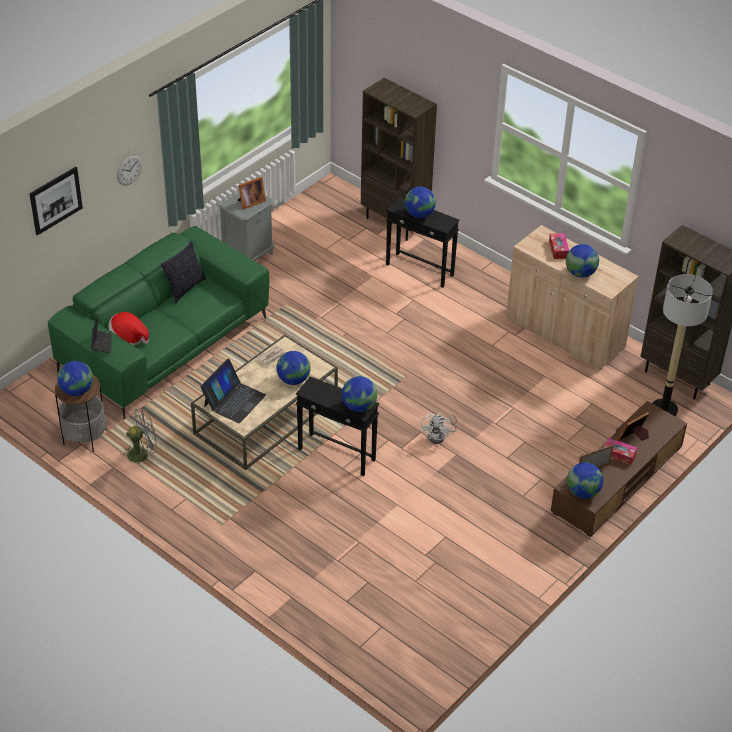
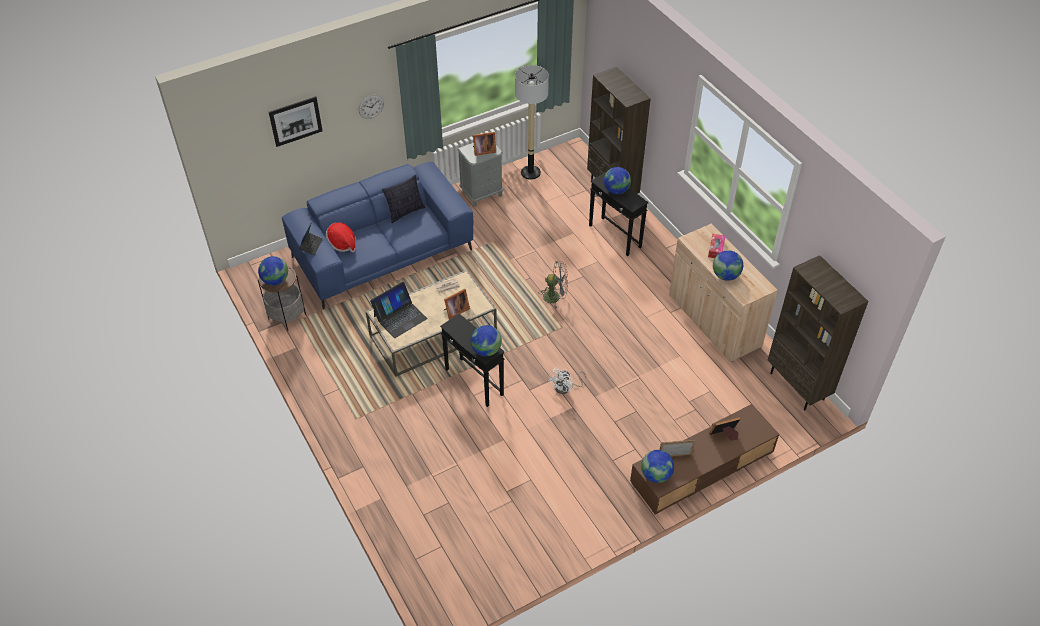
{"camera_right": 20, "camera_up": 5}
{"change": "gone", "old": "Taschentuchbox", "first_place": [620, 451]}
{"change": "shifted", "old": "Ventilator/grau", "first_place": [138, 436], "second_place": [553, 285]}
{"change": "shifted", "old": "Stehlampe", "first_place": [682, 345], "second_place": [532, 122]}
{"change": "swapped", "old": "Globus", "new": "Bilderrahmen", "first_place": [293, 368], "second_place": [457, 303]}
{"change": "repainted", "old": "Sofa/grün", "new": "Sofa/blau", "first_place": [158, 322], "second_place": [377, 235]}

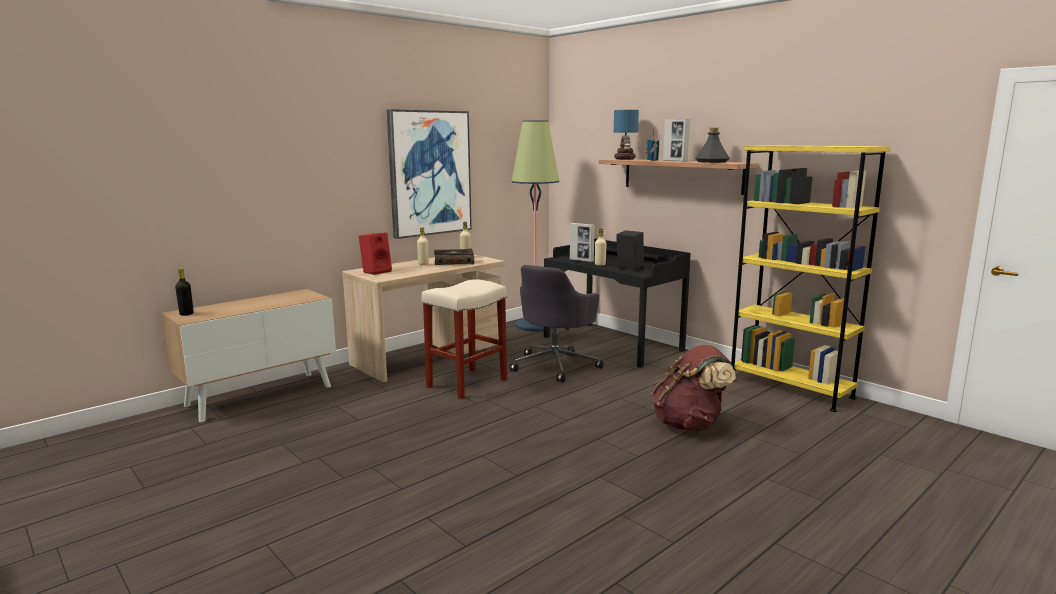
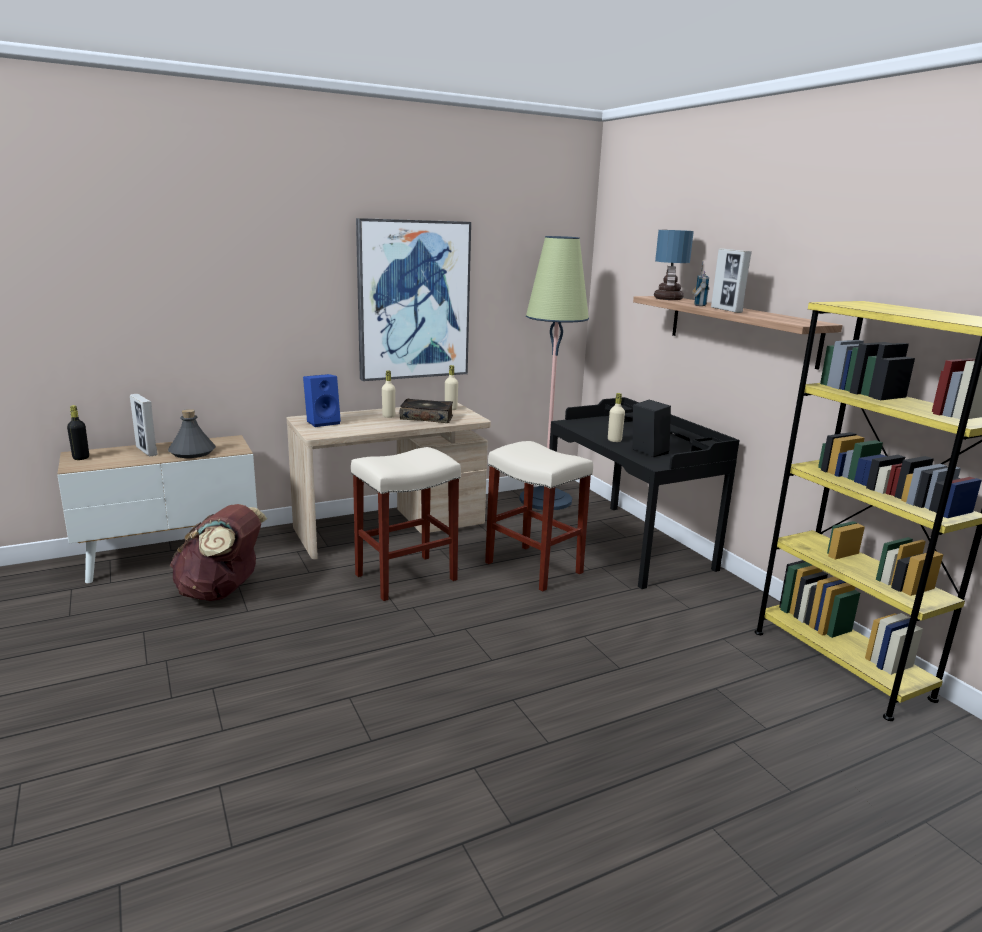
{"camera_right": 15, "camera_up": 5}
{"change": "shifted", "old": "Bilderrahmen", "first_place": [582, 242], "second_place": [143, 425]}
{"change": "shifted", "old": "Rucksack/braun", "first_place": [693, 388], "second_place": [218, 552]}
{"change": "shifted", "old": "Flasche/grau", "first_place": [712, 145], "second_place": [192, 433]}
{"change": "swapped", "old": "Bürostuhl/grau", "new": "Hocker/beige", "first_place": [557, 323], "second_place": [539, 516]}
{"change": "repainted", "old": "Lautsprecher/rot", "new": "Lautsprecher/blau", "first_place": [375, 254], "second_place": [322, 400]}

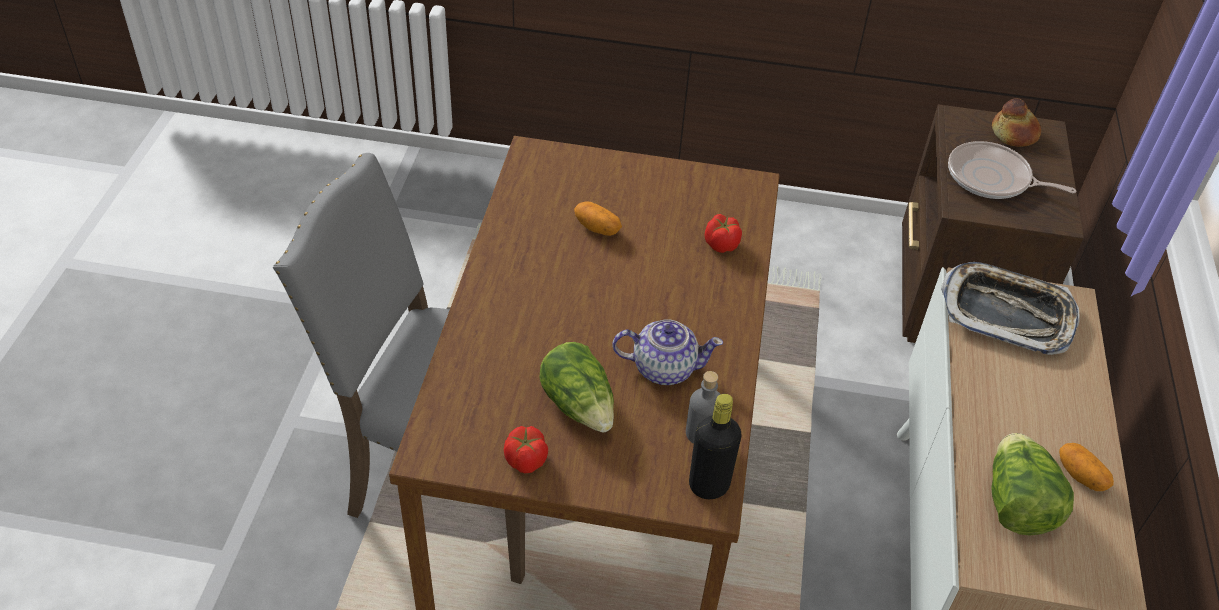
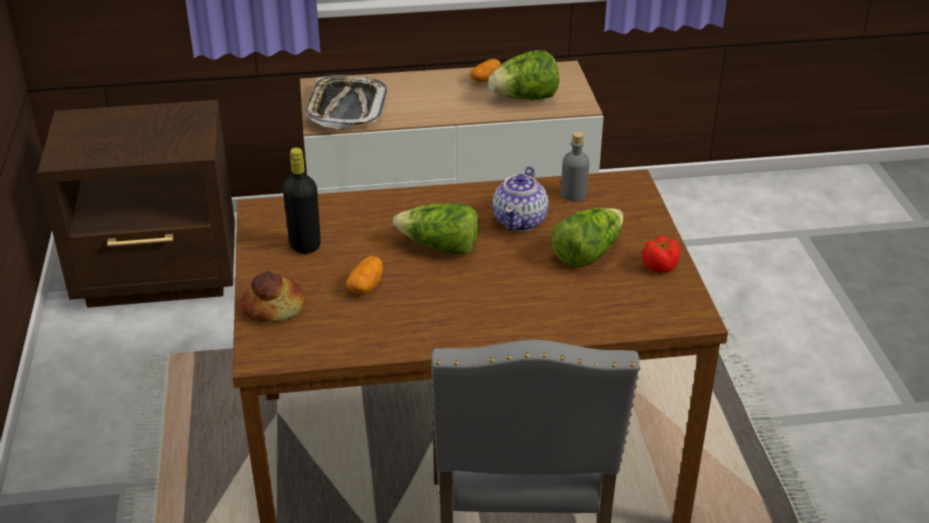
{"camera_right": -105, "camera_up": -10}
{"change": "gone", "old": "Tomate", "first_place": [723, 233]}
{"change": "gone", "old": "Pfanne", "first_place": [1012, 170]}
{"change": "new", "new": "Salatkopf", "second_place": [436, 229]}
{"change": "shifted", "old": "Flasche/schwarz", "first_place": [715, 446], "second_place": [302, 201]}
{"change": "shifted", "old": "Brot", "first_place": [1016, 122], "second_place": [273, 297]}
{"change": "rotated", "old": "Teekanne", "first_place": [667, 352], "second_place": [520, 198], "degrees": -150}

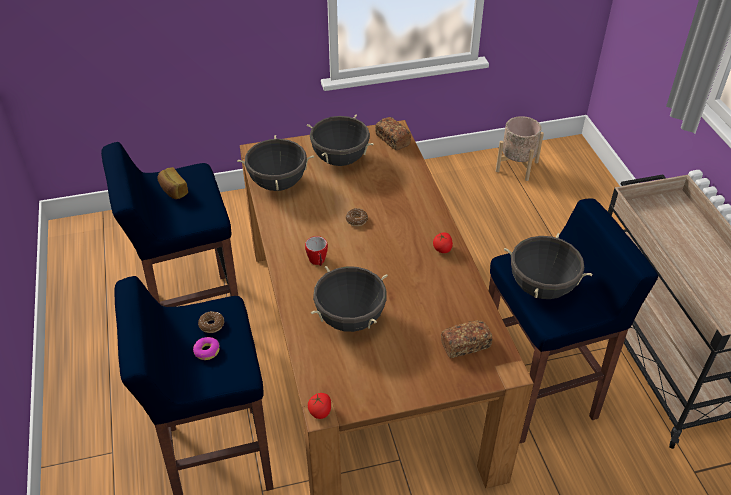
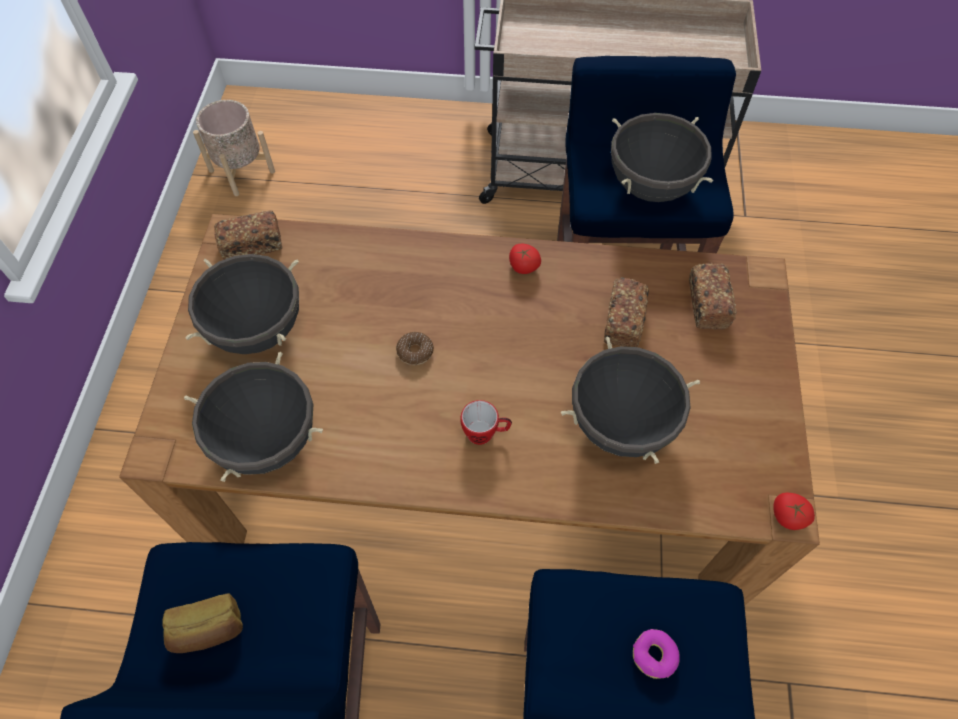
{"camera_right": -70, "camera_up": 15}
{"change": "gone", "old": "Donut", "first_place": [211, 322]}
{"change": "new", "new": "Brot", "second_place": [626, 312]}

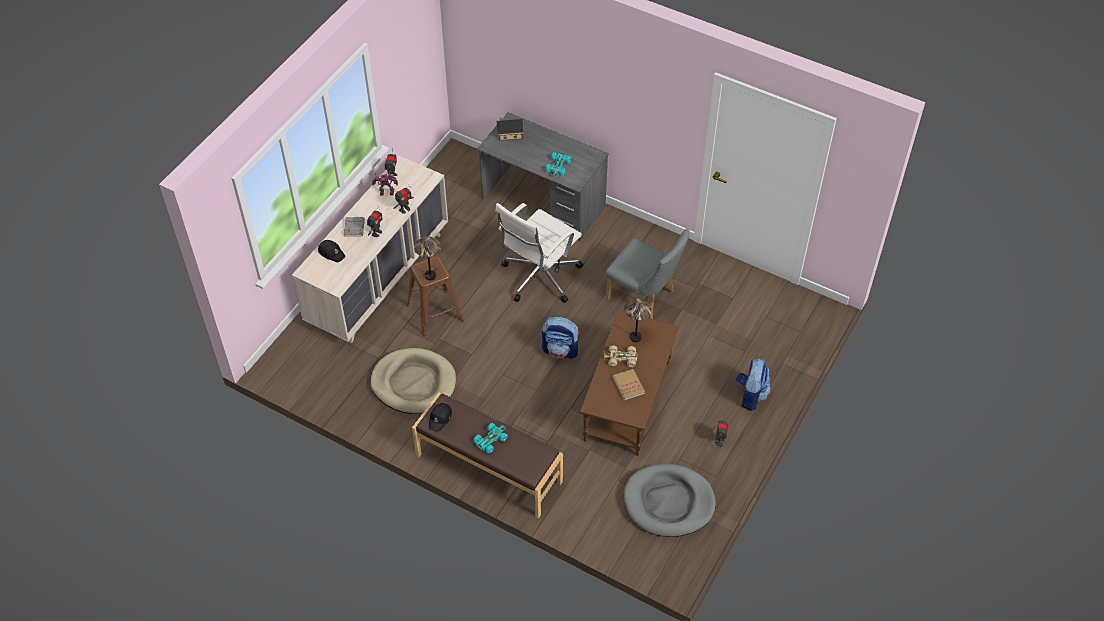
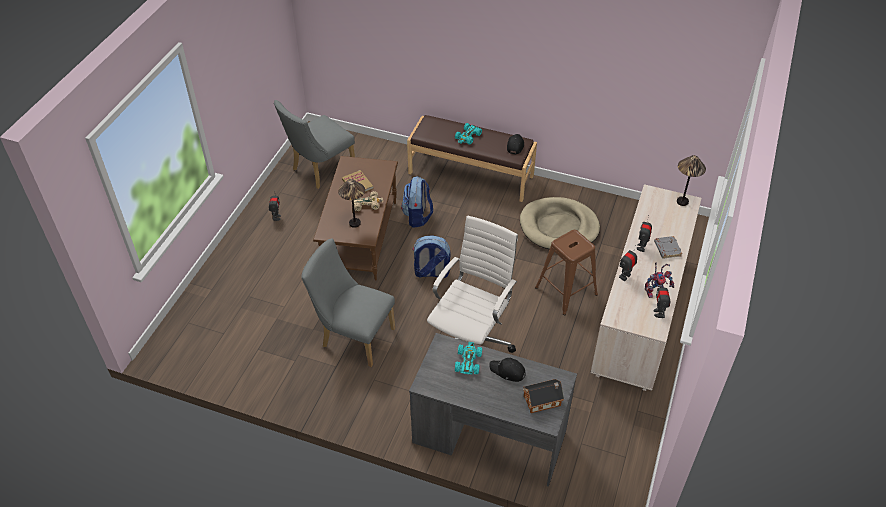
{"camera_right": 170, "camera_up": -5}
{"change": "shifted", "old": "Kappe/schwarz", "first_place": [332, 251], "second_place": [507, 370]}
{"change": "shifted", "old": "Tischlampe", "first_place": [427, 258], "second_place": [691, 180]}
{"change": "shifted", "old": "Rucksack", "first_place": [753, 385], "second_place": [417, 202]}
{"change": "swapped", "old": "Hundebett/grau", "new": "Stuhl/grau", "first_place": [669, 500], "second_place": [314, 144]}

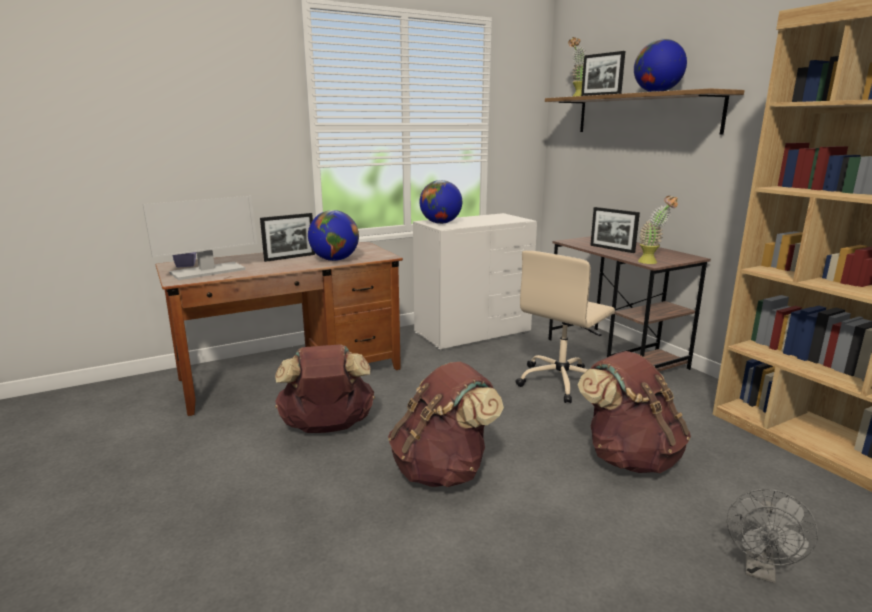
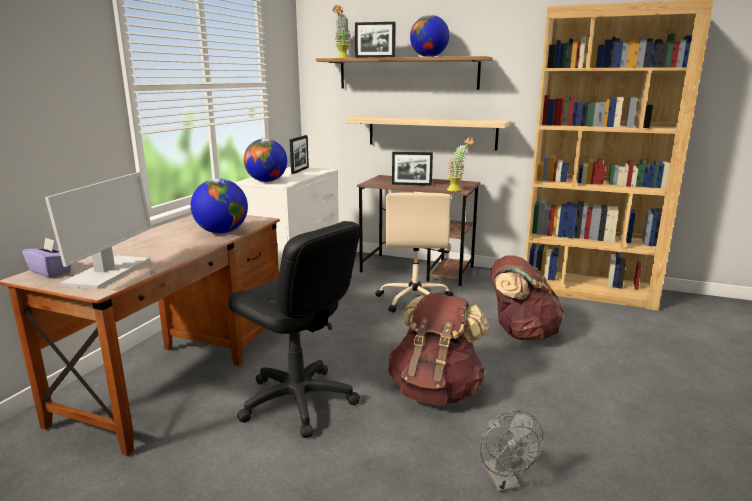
{"camera_right": -40, "camera_up": 0}
{"change": "new", "new": "Wandregal", "second_place": [429, 133]}
{"change": "shifted", "old": "Bilderrahmen", "first_place": [287, 237], "second_place": [299, 154]}
{"change": "shifted", "old": "Ventilator/grau", "first_place": [772, 536], "second_place": [512, 451]}
{"change": "swapped", "old": "Rucksack/braun", "new": "Bürostuhl/schwarz", "first_place": [325, 388], "second_place": [294, 329]}

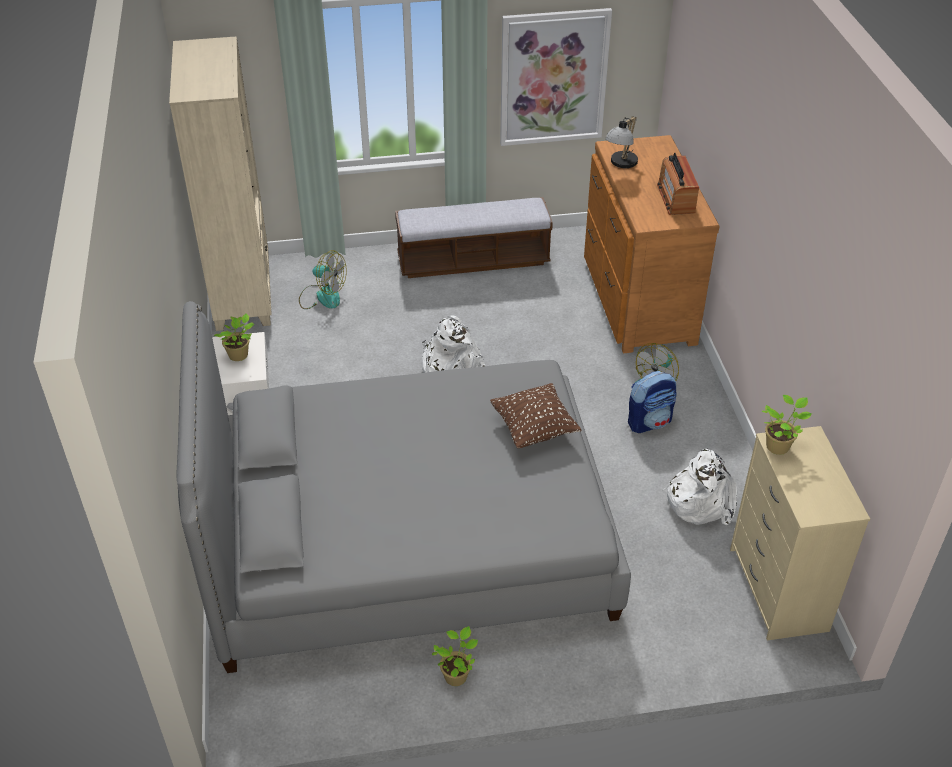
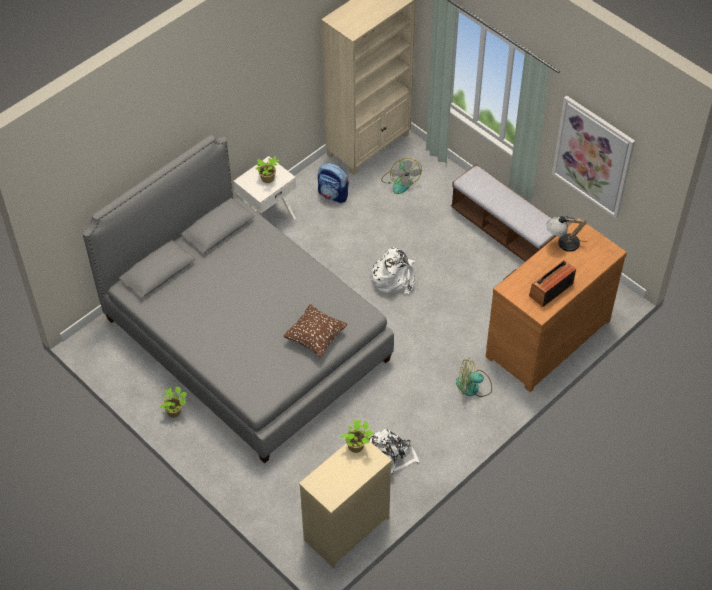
{"camera_right": 55, "camera_up": 10}
{"change": "shifted", "old": "Rucksack", "first_place": [652, 402], "second_place": [333, 183]}

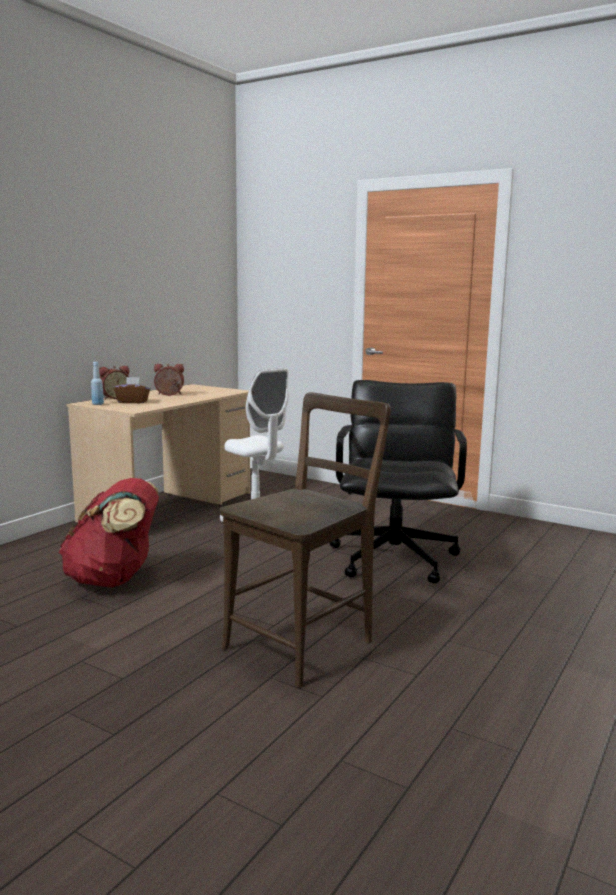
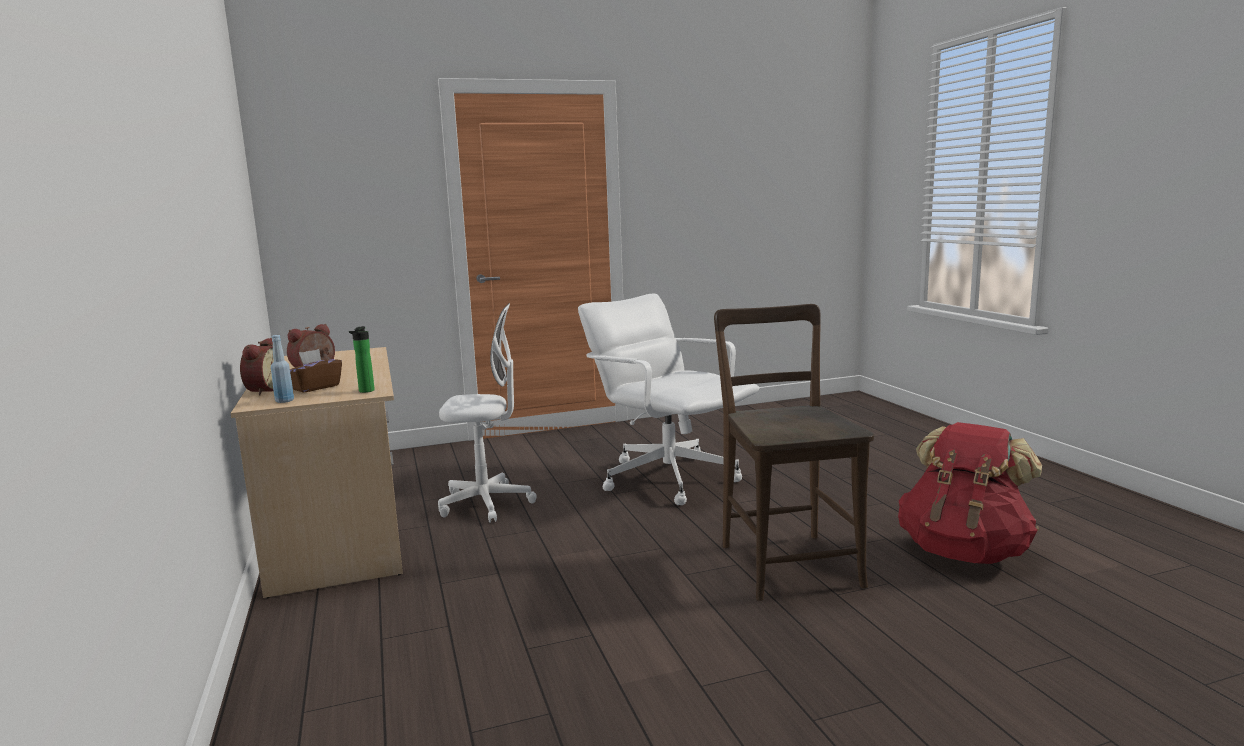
{"camera_right": -50, "camera_up": 0}
{"change": "new", "new": "Flasche", "second_place": [362, 359]}
{"change": "shifted", "old": "Rucksack/rot", "first_place": [109, 533], "second_place": [970, 493]}
{"change": "repainted", "old": "Bürostuhl/schwarz", "new": "Bürostuhl/weiß", "first_place": [398, 481], "second_place": [668, 399]}

